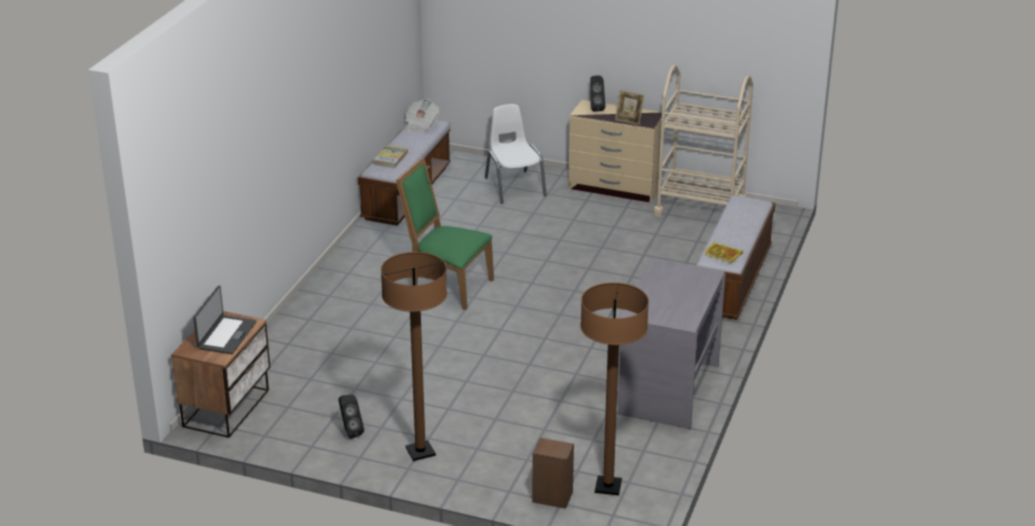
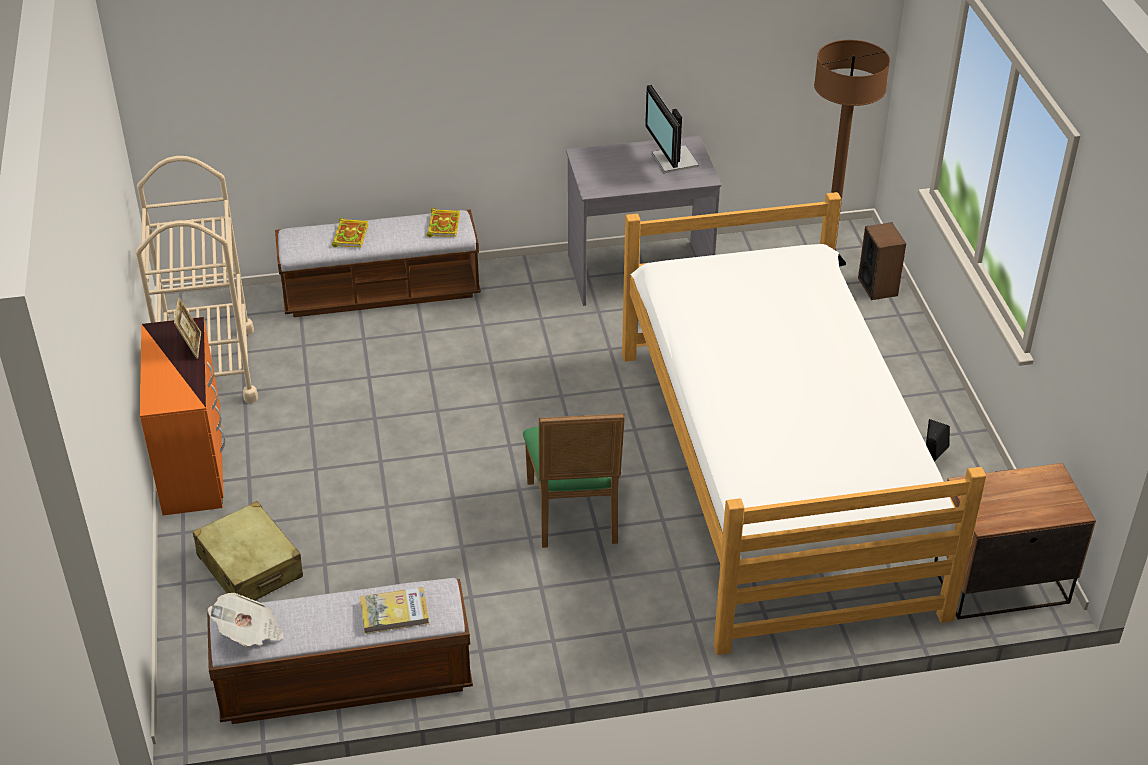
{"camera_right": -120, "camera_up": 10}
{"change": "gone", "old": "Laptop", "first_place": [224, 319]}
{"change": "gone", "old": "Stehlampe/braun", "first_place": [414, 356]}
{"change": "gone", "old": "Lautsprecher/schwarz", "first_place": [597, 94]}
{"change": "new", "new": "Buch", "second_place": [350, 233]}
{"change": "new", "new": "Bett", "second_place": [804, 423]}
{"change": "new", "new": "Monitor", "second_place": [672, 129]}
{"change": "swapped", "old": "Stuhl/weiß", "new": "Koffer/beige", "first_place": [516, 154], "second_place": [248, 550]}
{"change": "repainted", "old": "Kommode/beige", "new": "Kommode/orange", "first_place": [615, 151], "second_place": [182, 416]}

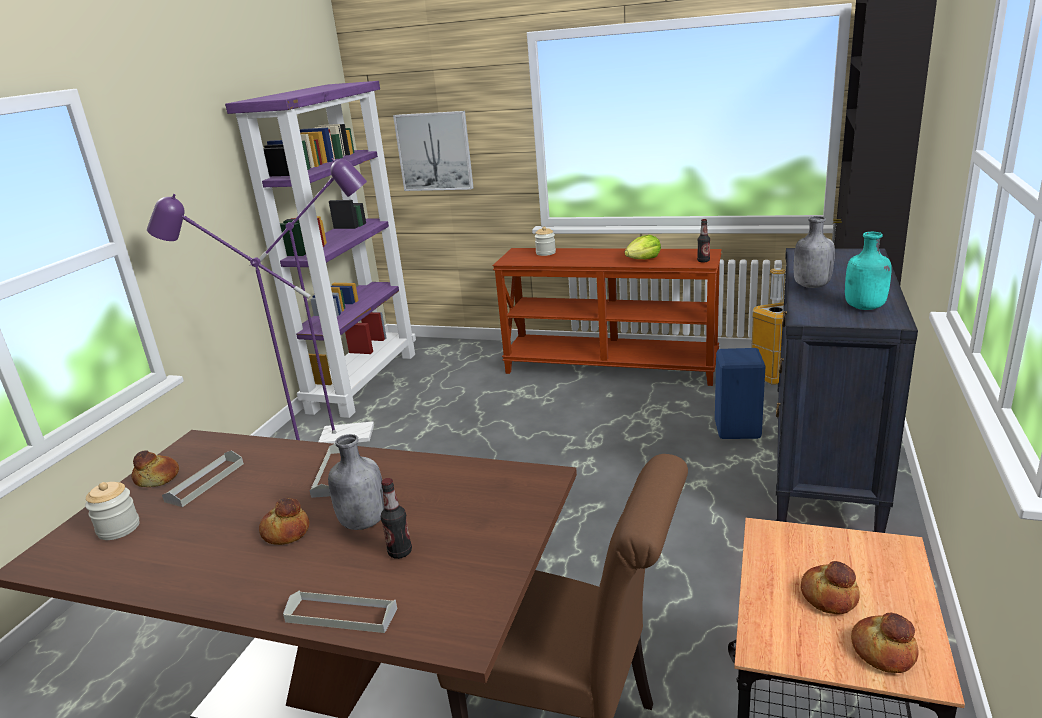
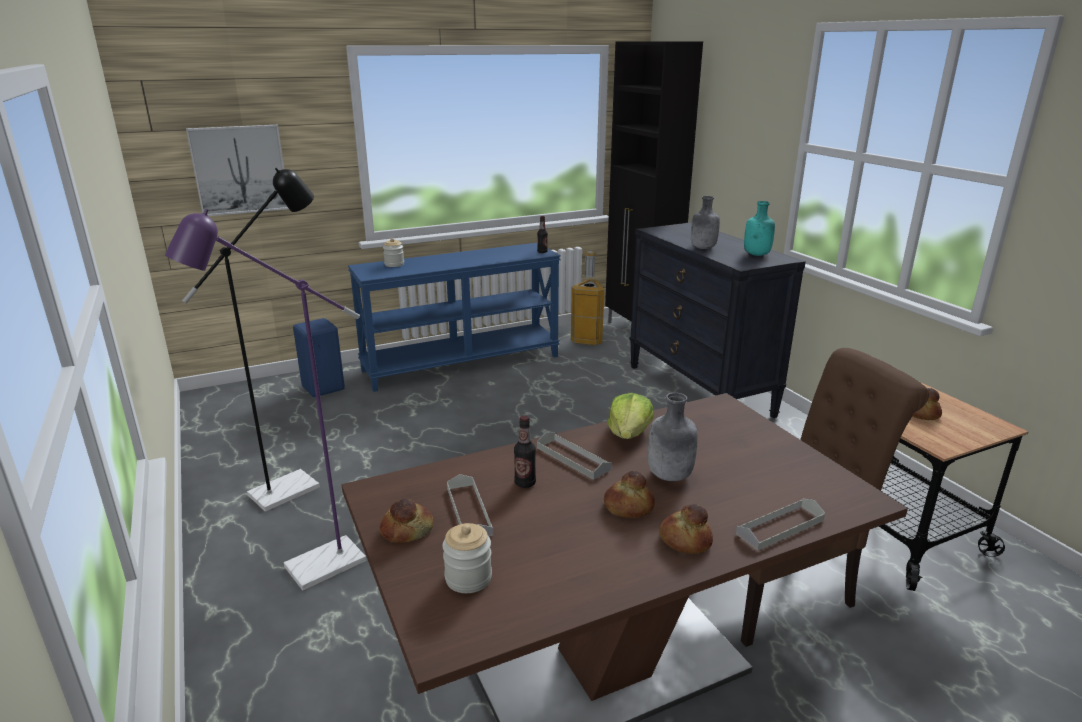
{"camera_right": -45, "camera_up": 0}
{"change": "gone", "old": "Bücherregal/lila", "first_place": [320, 249]}
{"change": "shifted", "old": "Flasche", "first_place": [396, 518], "second_place": [525, 452]}
{"change": "shifted", "old": "Salatkopf", "first_place": [643, 247], "second_place": [631, 416]}
{"change": "shifted", "old": "Hocker/blau", "first_place": [740, 393], "second_place": [319, 357]}
{"change": "shifted", "old": "Brot", "first_place": [885, 642], "second_place": [686, 529]}
{"change": "repainted", "old": "Stehlampe/lila", "new": "Stehlampe/schwarz", "first_place": [316, 301], "second_place": [251, 340]}
{"change": "repainted", "old": "Konsolentisch/braun", "new": "Konsolentisch/blau", "first_place": [607, 317], "second_place": [454, 317]}

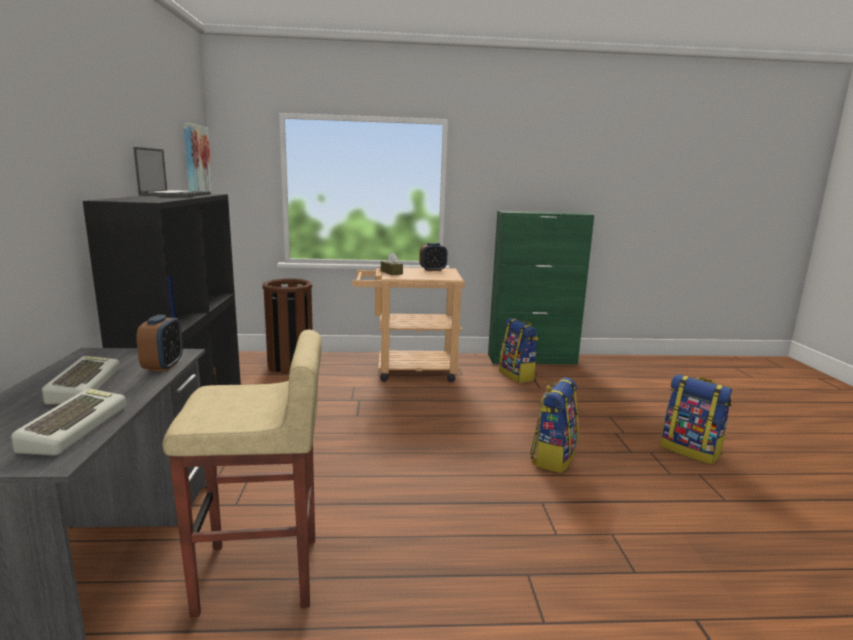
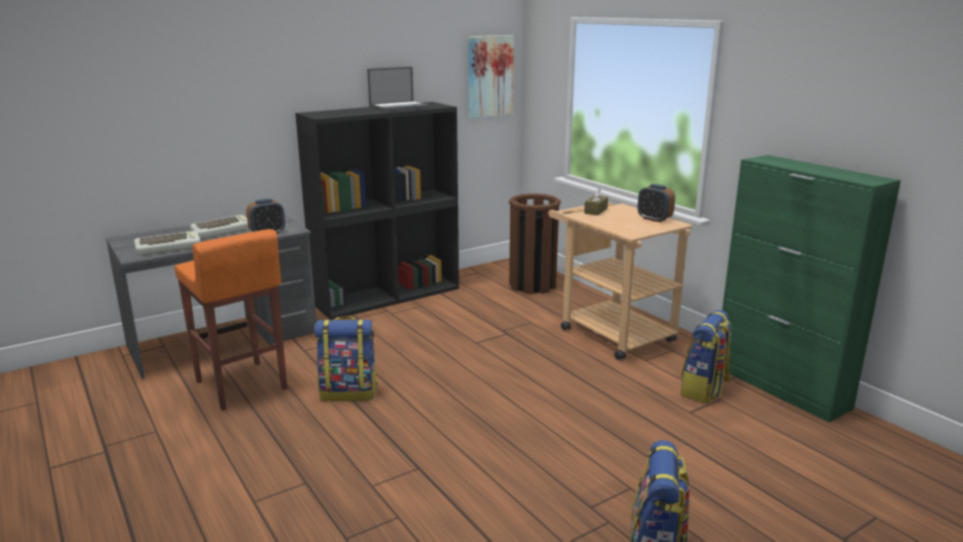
{"camera_right": 60, "camera_up": 5}
{"change": "shifted", "old": "Rucksack", "first_place": [554, 425], "second_place": [345, 358]}
{"change": "repainted", "old": "Hocker/beige", "new": "Hocker/orange", "first_place": [242, 474], "second_place": [230, 320]}

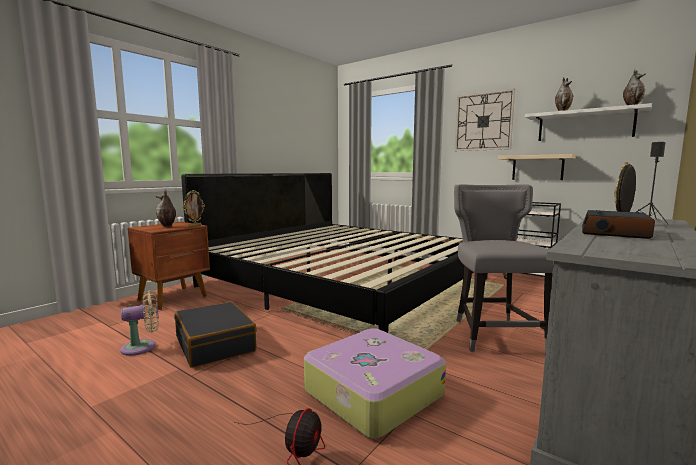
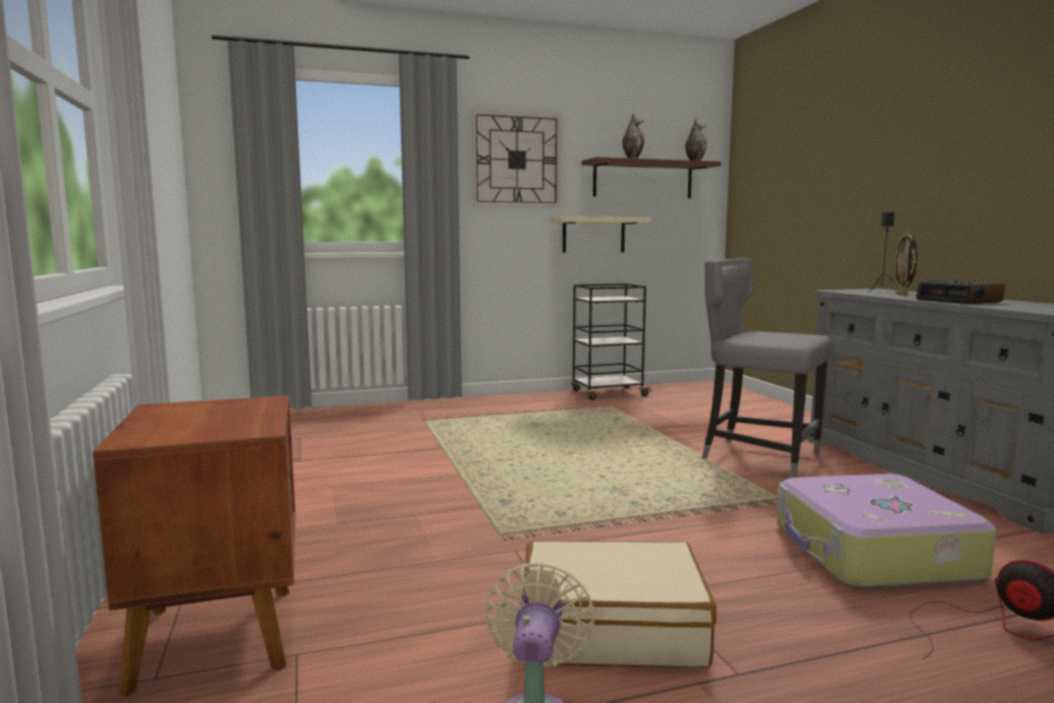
{"camera_right": -55, "camera_up": 0}
{"change": "gone", "old": "Vase", "first_place": [166, 208]}
{"change": "gone", "old": "Bett", "first_place": [334, 253]}
{"change": "gone", "old": "Bilderrahmen", "first_place": [194, 208]}
{"change": "repainted", "old": "Koffer/schwarz", "new": "Koffer/beige", "first_place": [215, 334], "second_place": [619, 604]}
{"change": "repainted", "old": "Wandregal/weiß", "new": "Wandregal/braun", "first_place": [588, 122], "second_place": [651, 177]}

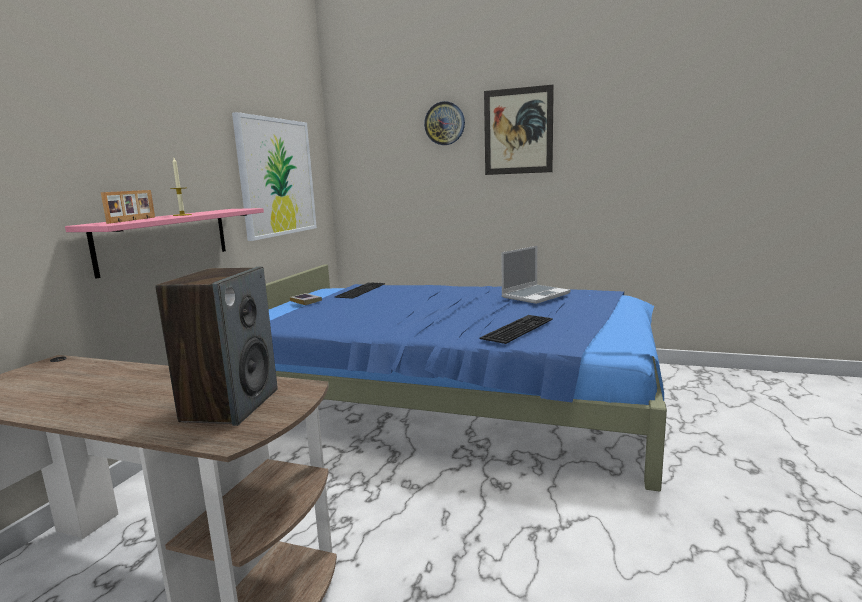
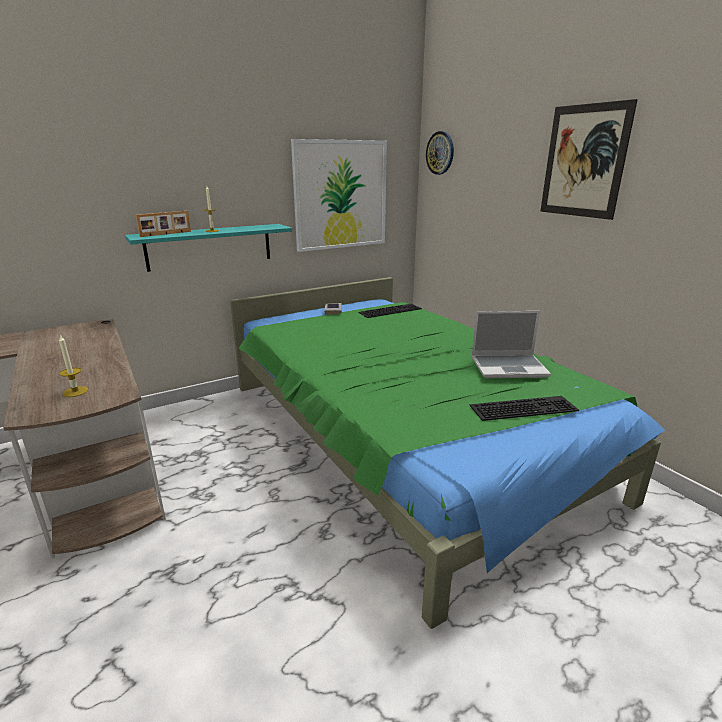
{"camera_right": 40, "camera_up": 10}
{"change": "shifted", "old": "Wanduhr", "first_place": [444, 123], "second_place": [440, 153]}
{"change": "shifted", "old": "Tastatur", "first_place": [516, 329], "second_place": [524, 408]}
{"change": "swapped", "old": "Lautsprecher", "new": "Kerze", "first_place": [216, 346], "second_place": [73, 366]}
{"change": "repainted", "old": "Wandregal/rosa", "new": "Wandregal/türkis", "first_place": [164, 243], "second_place": [208, 248]}
{"change": "repainted", "old": "Bett/blau", "new": "Bett/grün", "first_place": [466, 378], "second_place": [447, 453]}

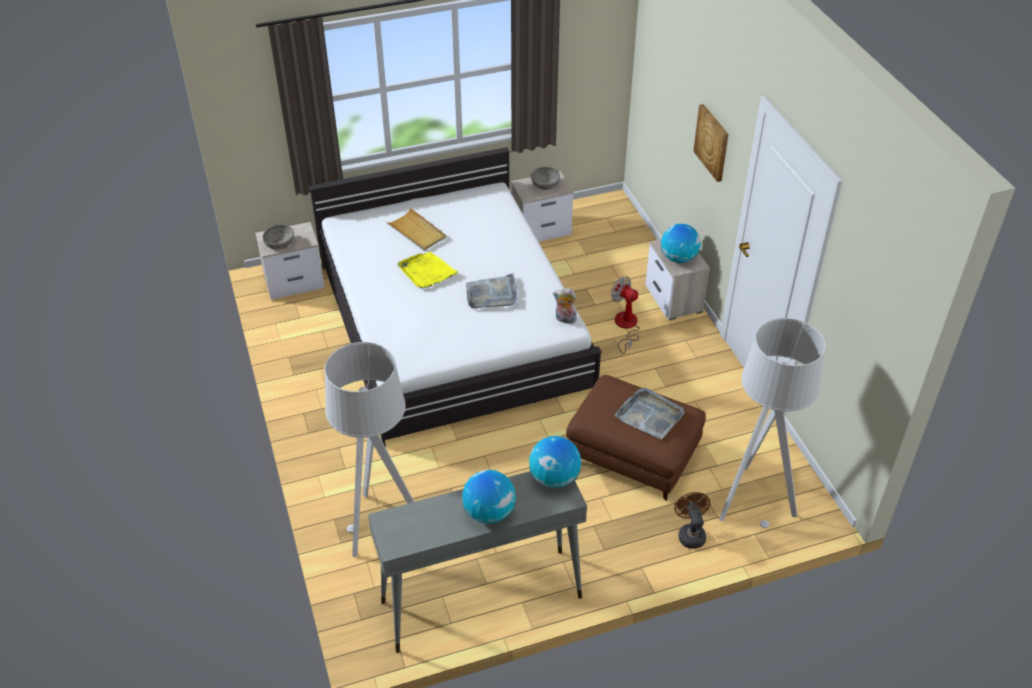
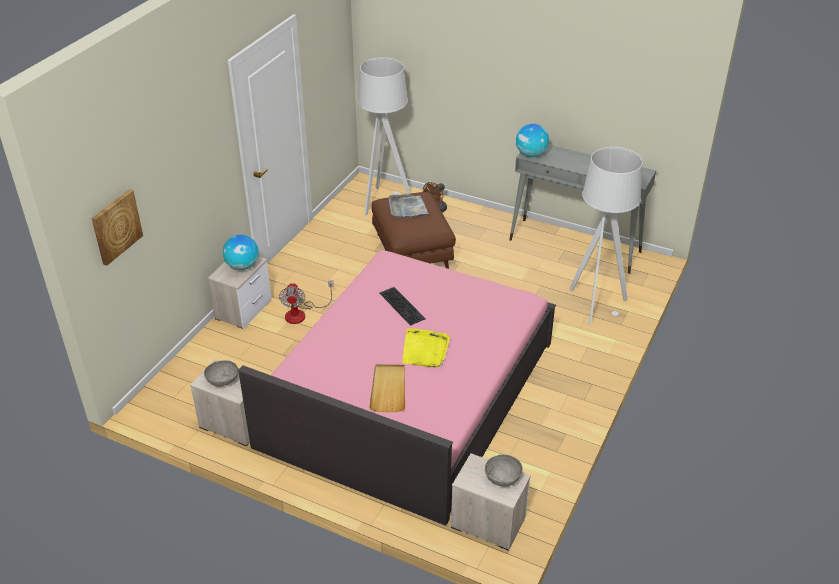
{"camera_right": -135, "camera_up": -5}
{"change": "gone", "old": "Globus", "first_place": [489, 497]}
{"change": "gone", "old": "Plüschtier", "first_place": [565, 306]}
{"change": "shifted", "old": "Bild", "first_place": [711, 143], "second_place": [117, 227]}
{"change": "swapped", "old": "Tablett/grau", "new": "Tastatur", "first_place": [491, 290], "second_place": [402, 306]}
{"change": "repainted", "old": "Bett/weiß", "new": "Bett/rosa", "first_place": [455, 297], "second_place": [397, 388]}

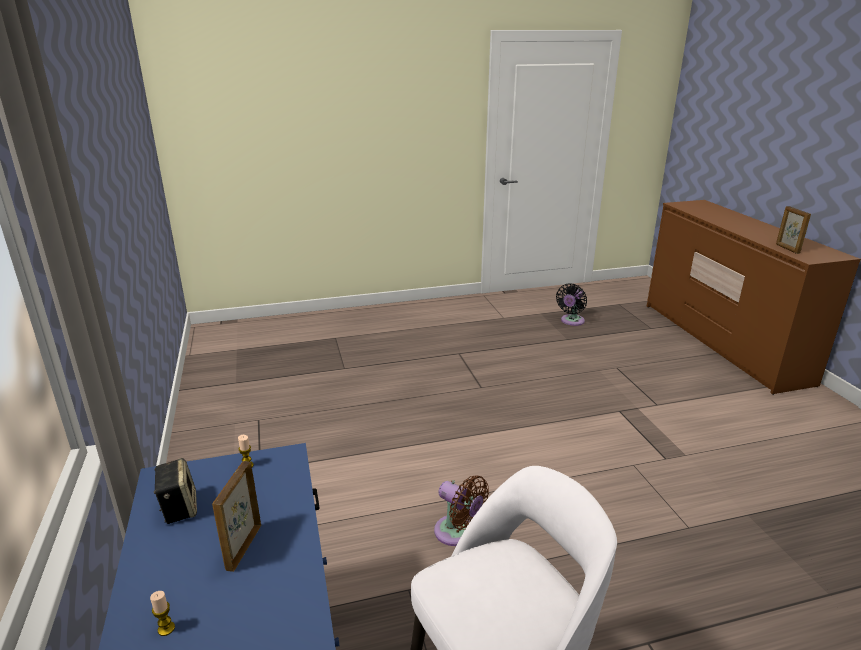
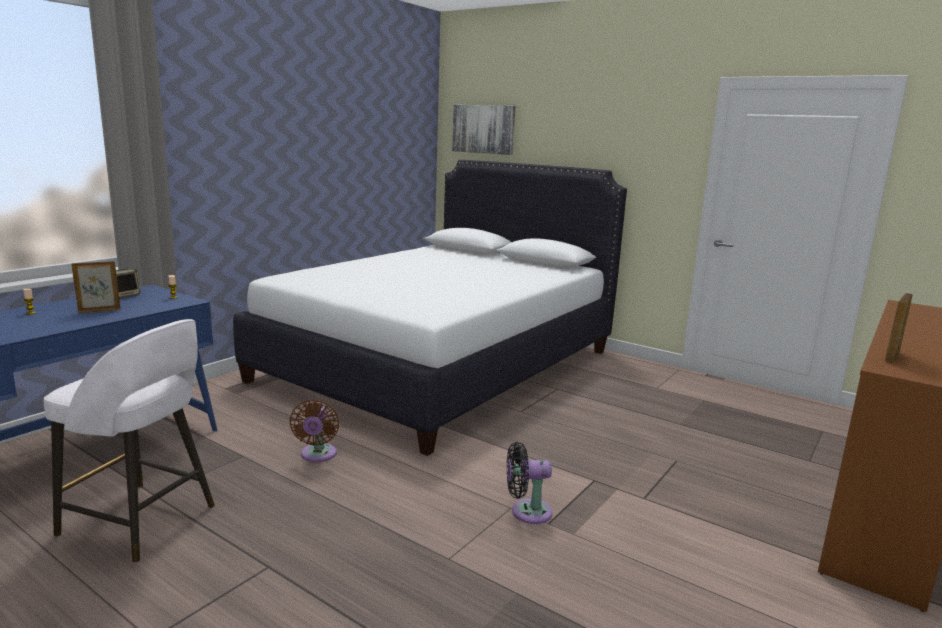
{"camera_right": 50, "camera_up": -10}
{"change": "new", "new": "Bett/weiß", "second_place": [430, 308]}
{"change": "new", "new": "Bild", "second_place": [483, 130]}
{"change": "shifted", "old": "Ventilator/schwarz", "first_place": [571, 304], "second_place": [530, 483]}

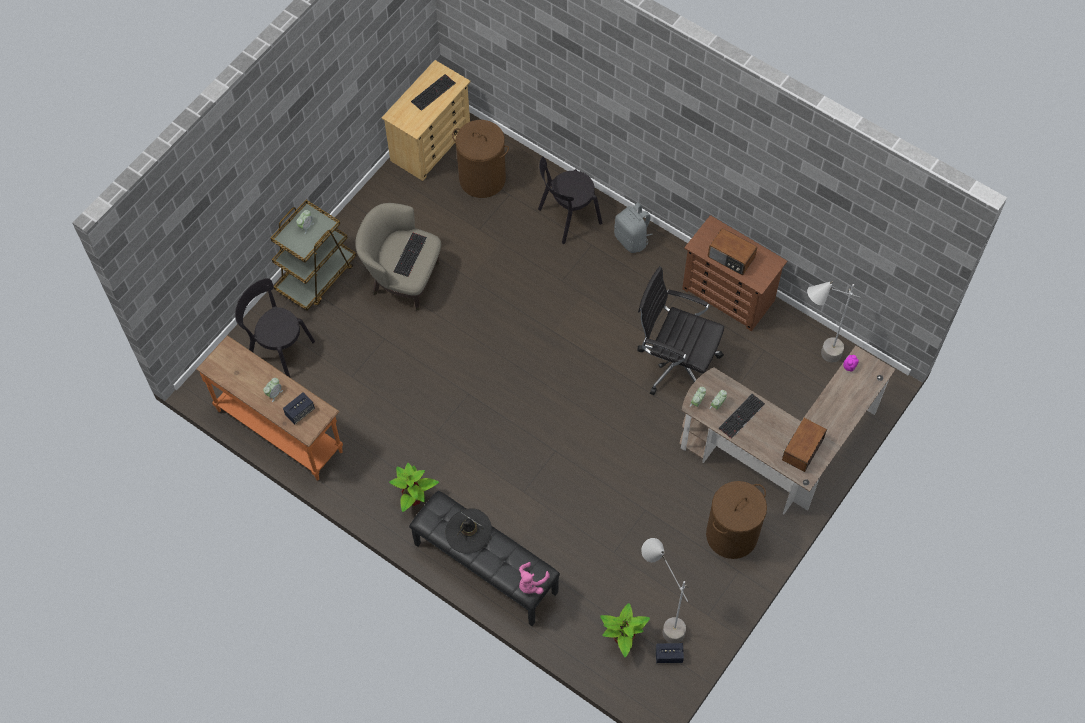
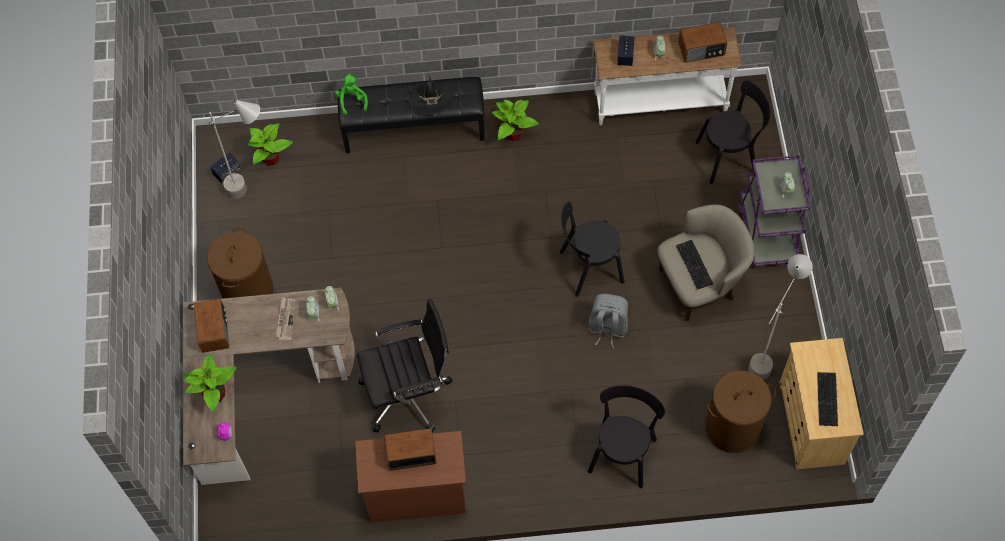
{"camera_right": 140, "camera_up": 0}
{"change": "new", "new": "Topfpflanze", "second_place": [210, 383]}
{"change": "new", "new": "Stuhl/schwarz", "second_place": [592, 249]}
{"change": "new", "new": "Radio", "second_place": [702, 42]}
{"change": "shifted", "old": "Rucksack/grau", "first_place": [633, 227], "second_place": [608, 321]}
{"change": "shifted", "old": "Stehlampe/grau", "first_place": [833, 321], "second_place": [780, 317]}
{"change": "swapped", "old": "Tastatur", "new": "Zeitung", "first_place": [742, 416], "second_place": [285, 318]}
{"change": "repainted", "old": "Konsolentisch/orange", "new": "Konsolentisch/weiß", "first_place": [269, 408], "second_place": [668, 76]}
{"change": "repainted", "old": "Rollwagen/braun", "new": "Rollwagen/lila", "first_place": [314, 255], "second_place": [774, 210]}
{"change": "repainted", "old": "Plüschtier/rosa", "new": "Plüschtier/grün", "first_place": [534, 578], "second_place": [351, 94]}

